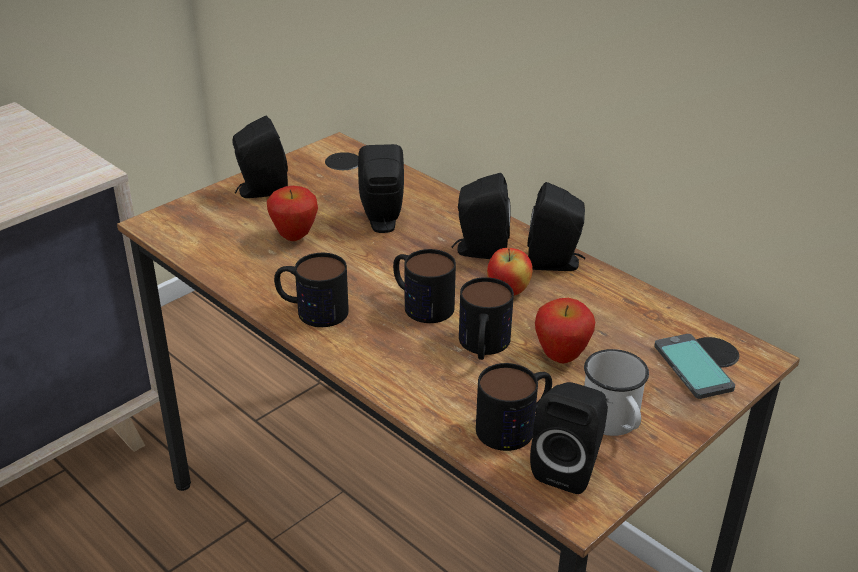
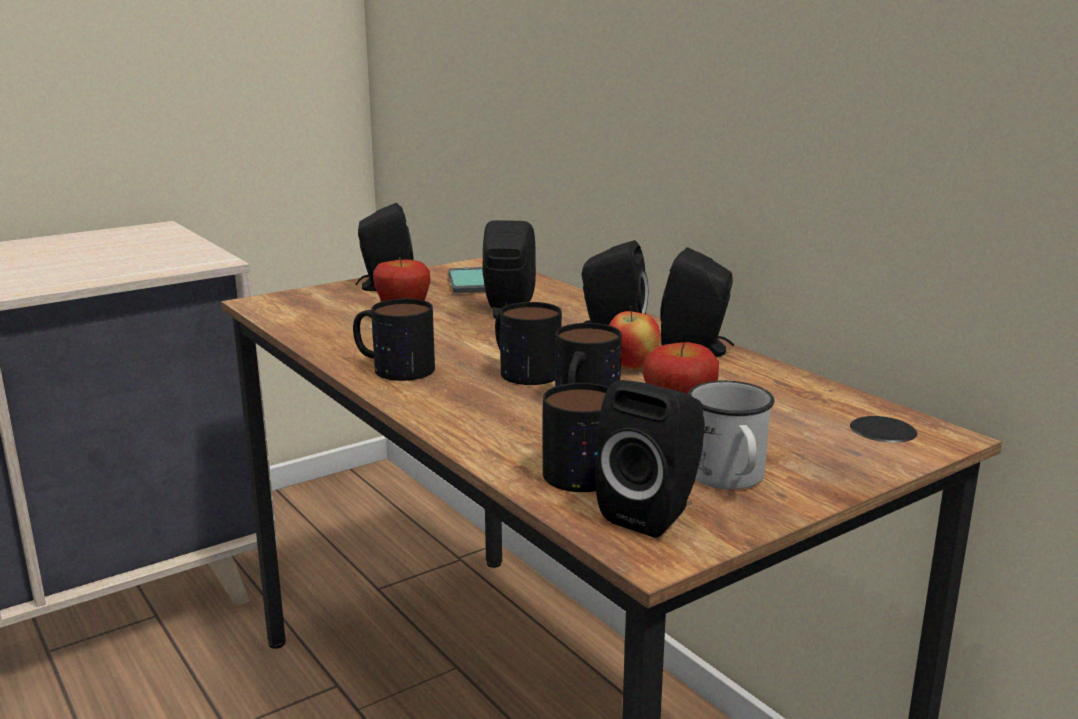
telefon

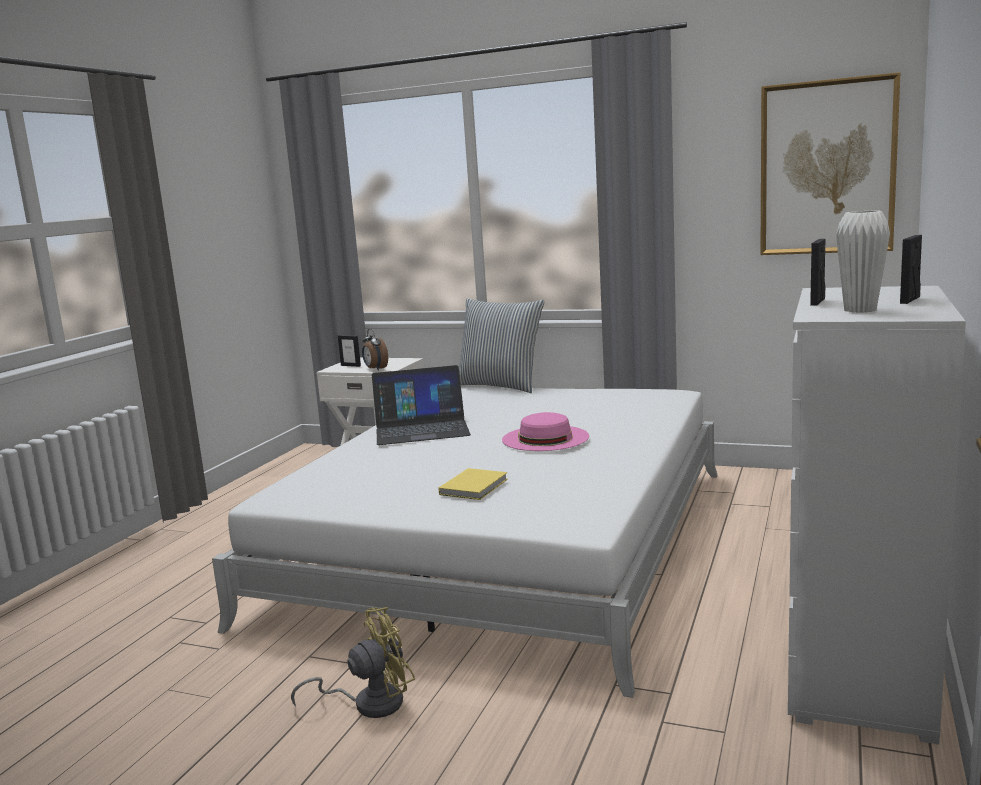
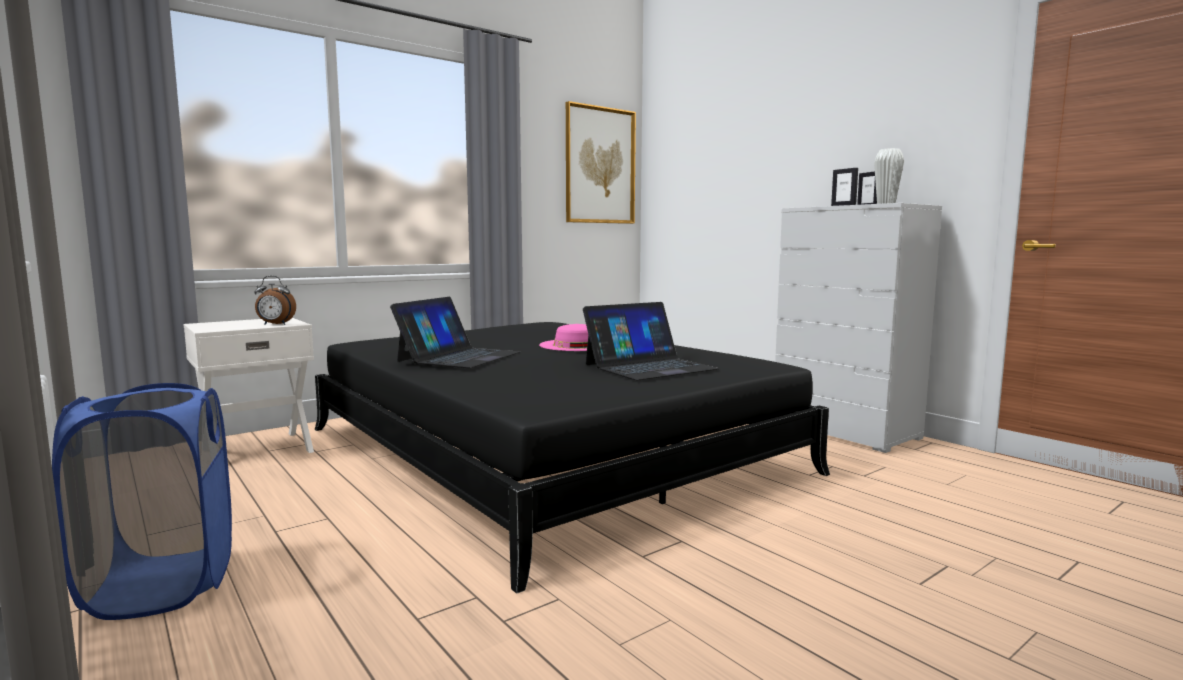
poduszka
ramka na zdjęcie (1st from left in the first image)
łóżko/czarny
laptop (2nd from left)
wentylator/żółty
kosz na pranie/niebieski

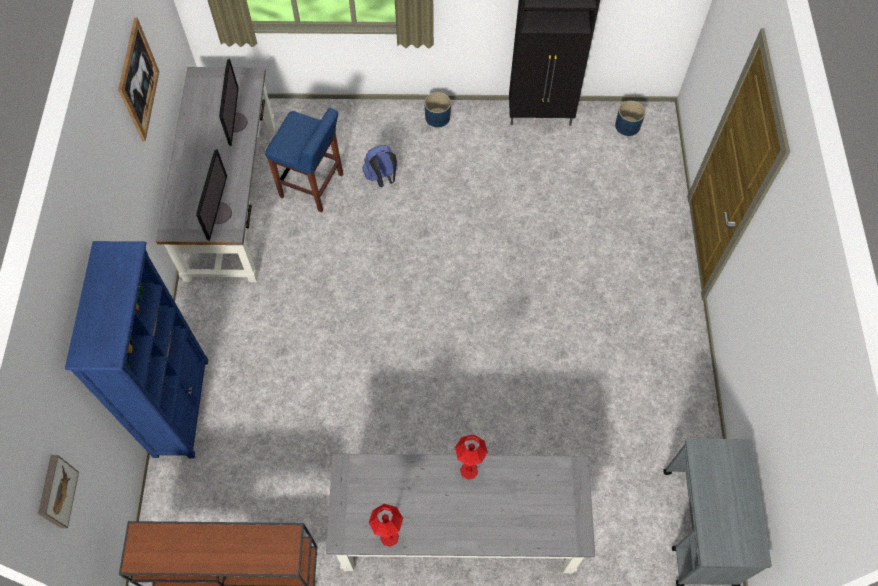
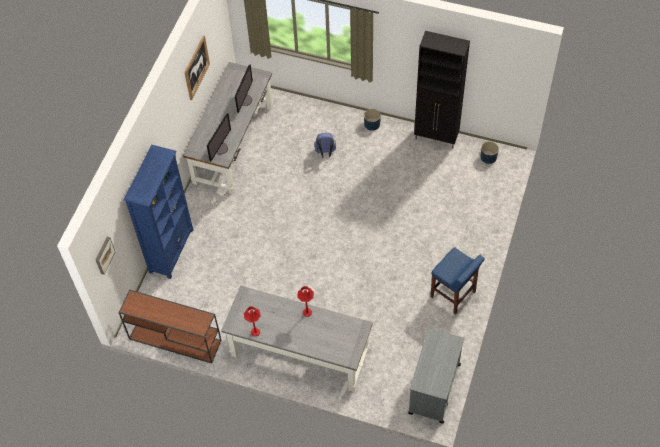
stołek/niebieski

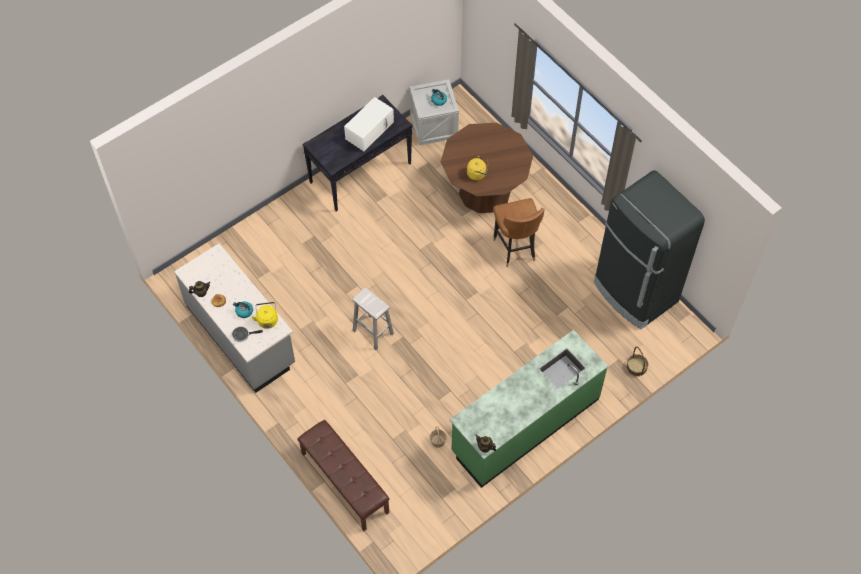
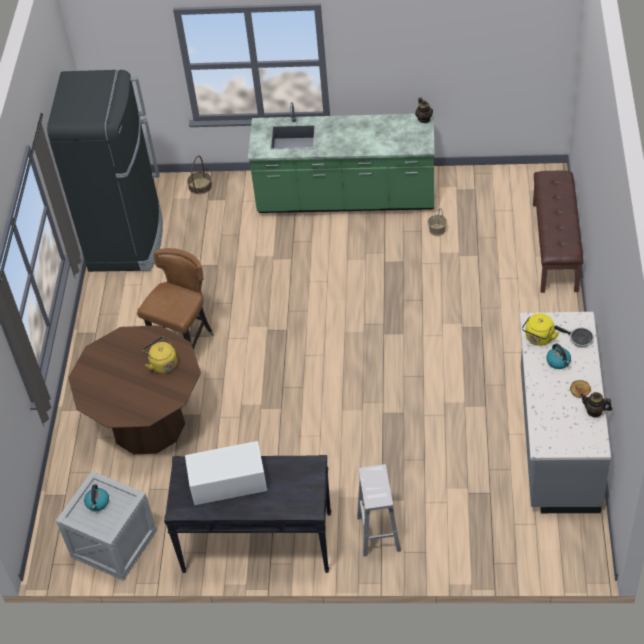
stołek/biały

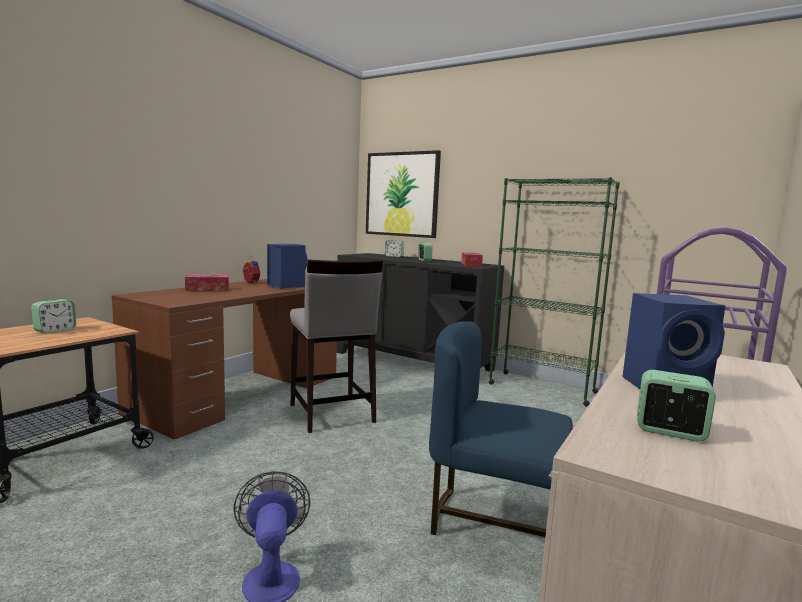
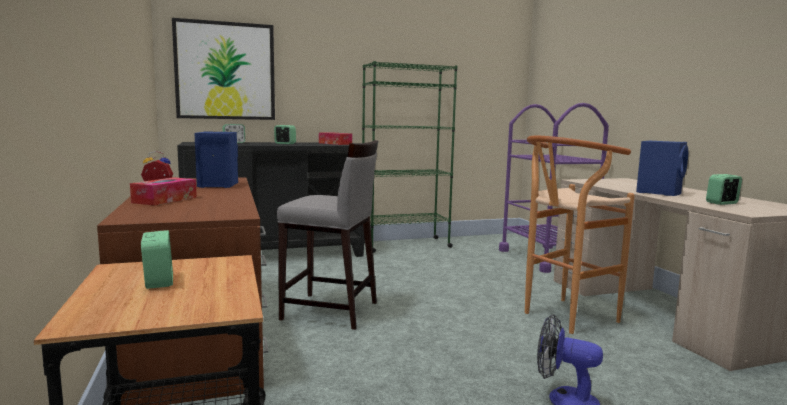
stołek/brązowy

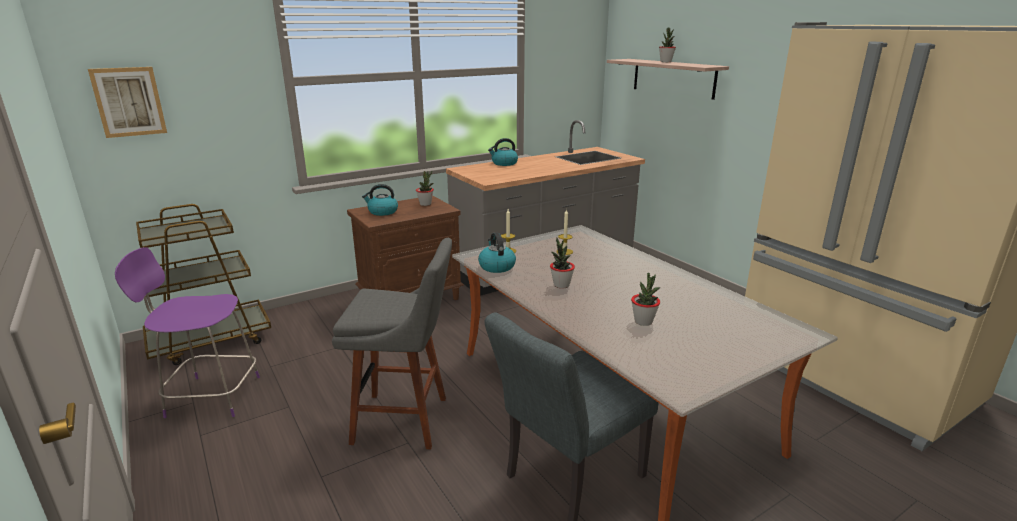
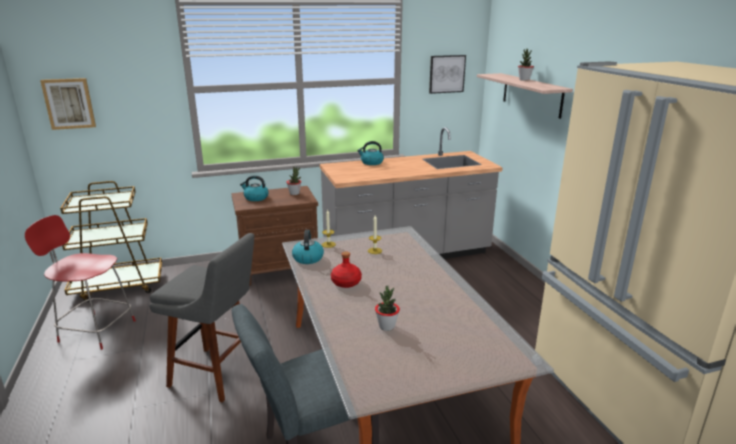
butelka/czerwony
stołek/czerwony
obraz (2nd from left)

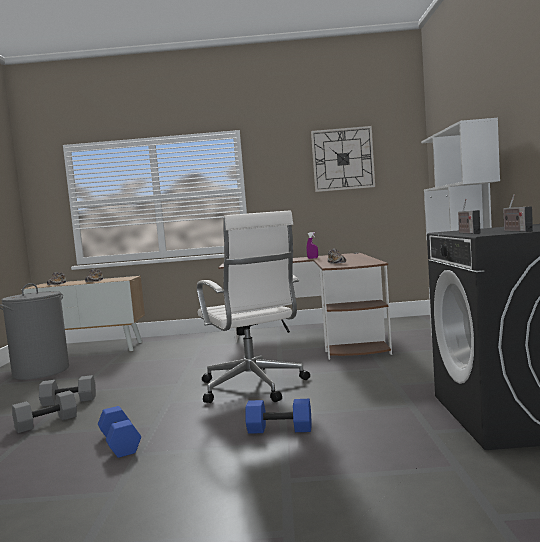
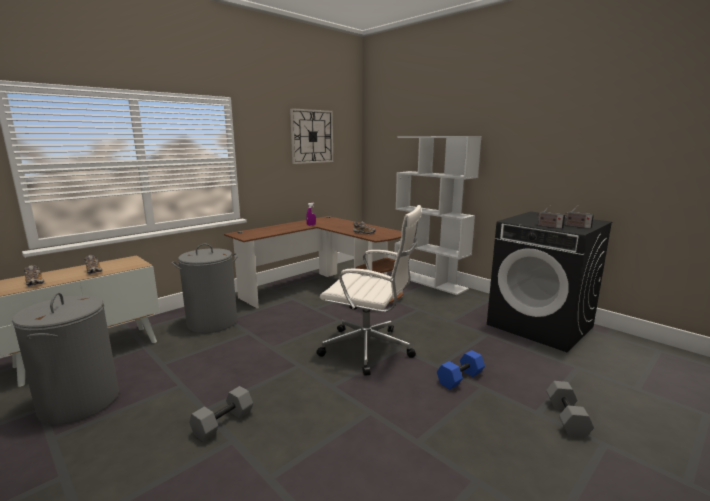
hantel/szary (2nd from left)
hantel/niebieski (1st from left in the first image)
kosz na pranie/szary (2nd from left)

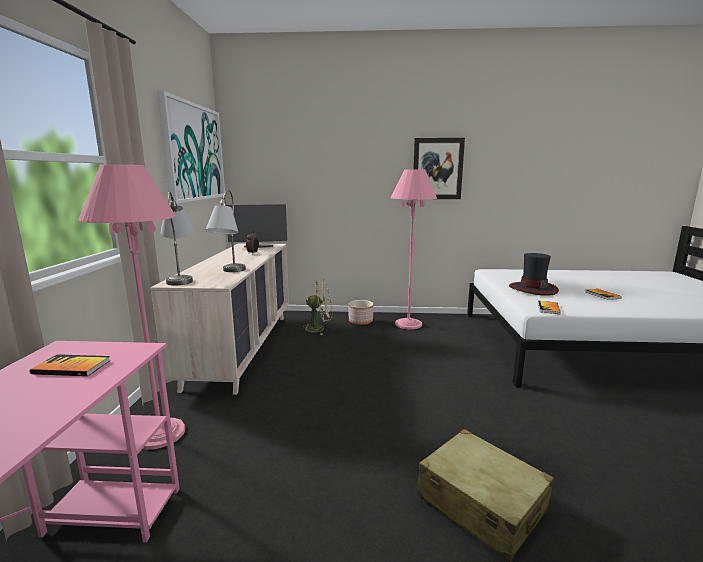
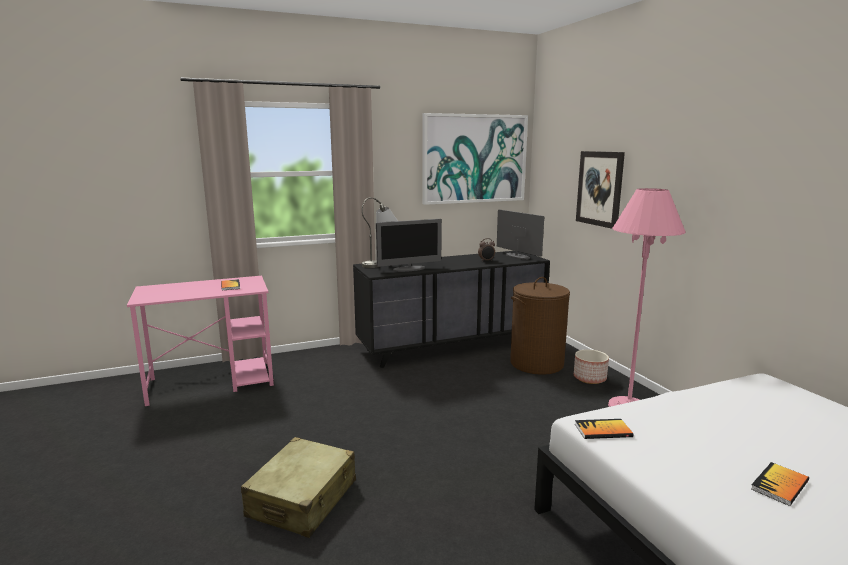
obraz (2nd from left)
lampa stojąca/różowy (1st from left in the first image)
monitor (1st from left)
komoda/czarny
kapelusz
kosz na pranie/brązowy

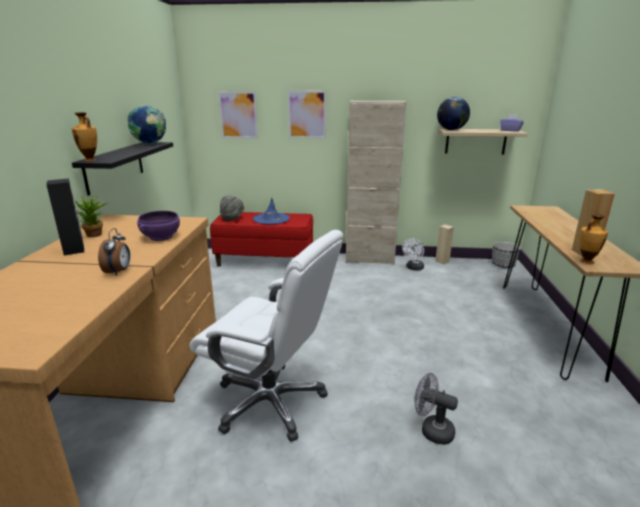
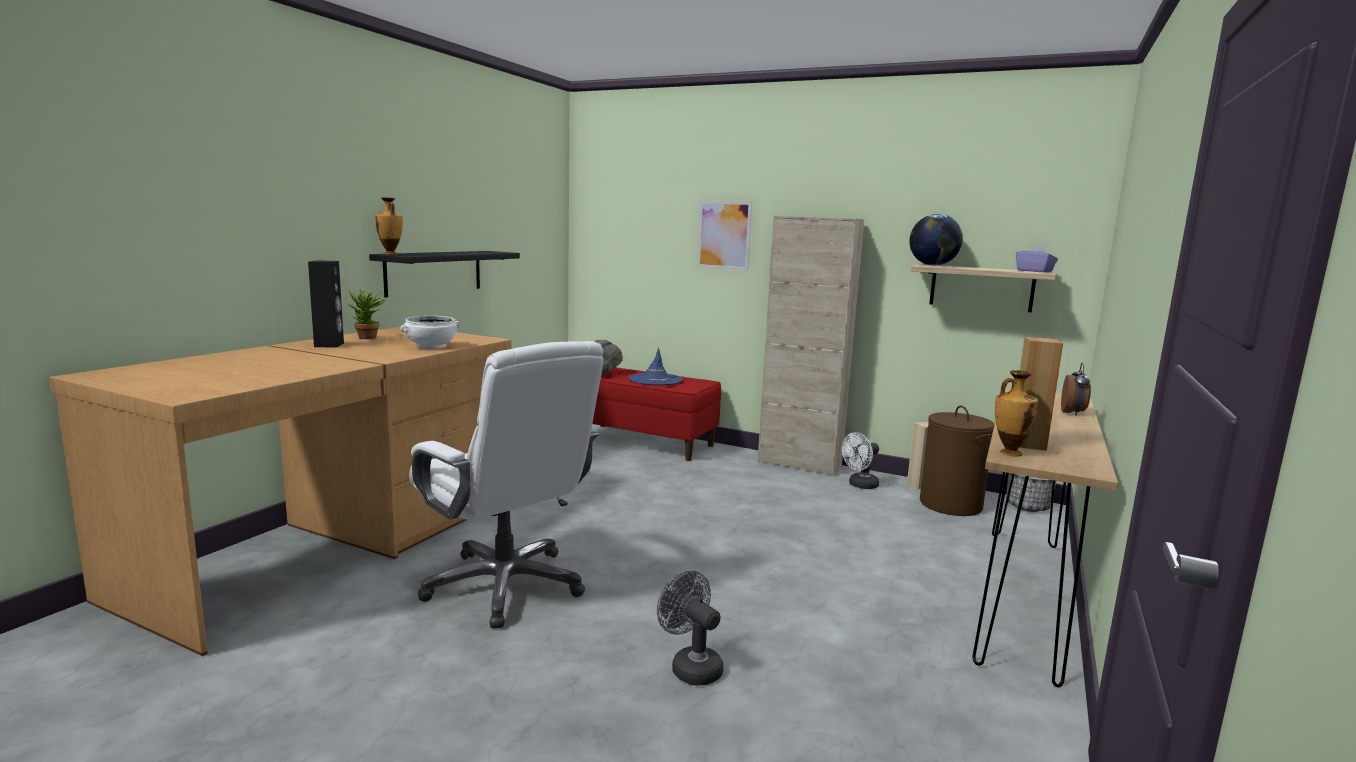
obraz (1st from left in the first image)
globus (1st from left in the first image)
miska/biały
budzik
kosz na pranie/brązowy

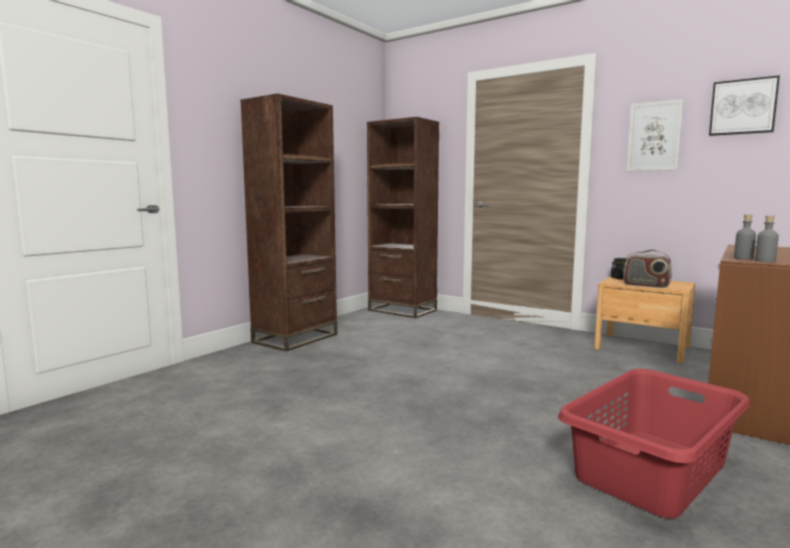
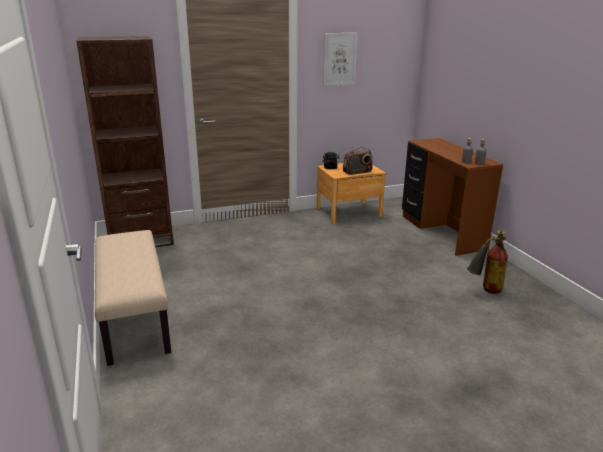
obraz (2nd from left in the first image)
ławka/beżowy
gaśnica

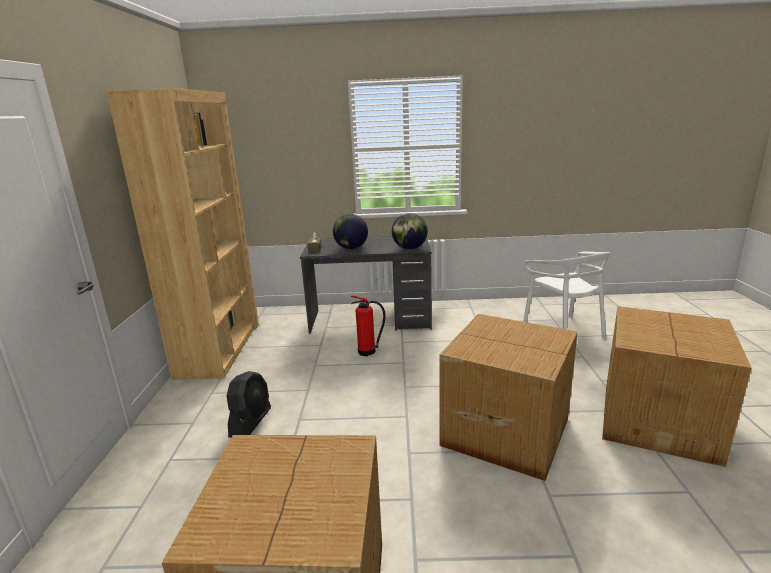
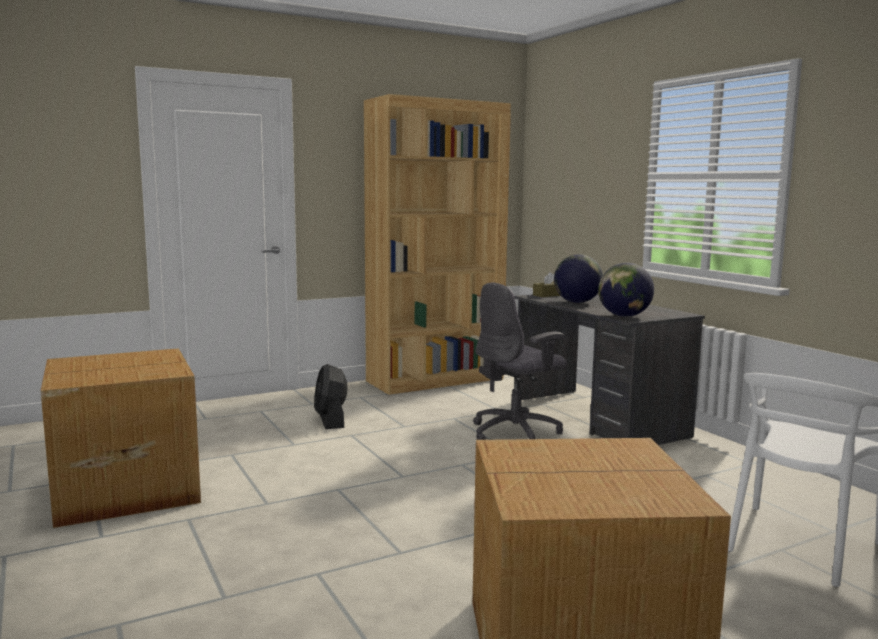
krzesło biurowe/szary
karton (2nd from left in the first image)
wentylator/czarny

